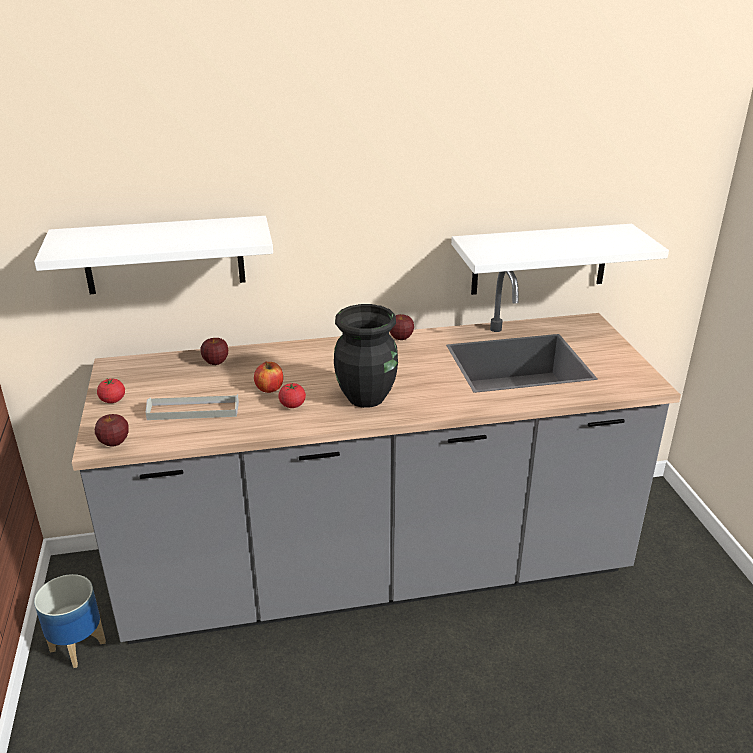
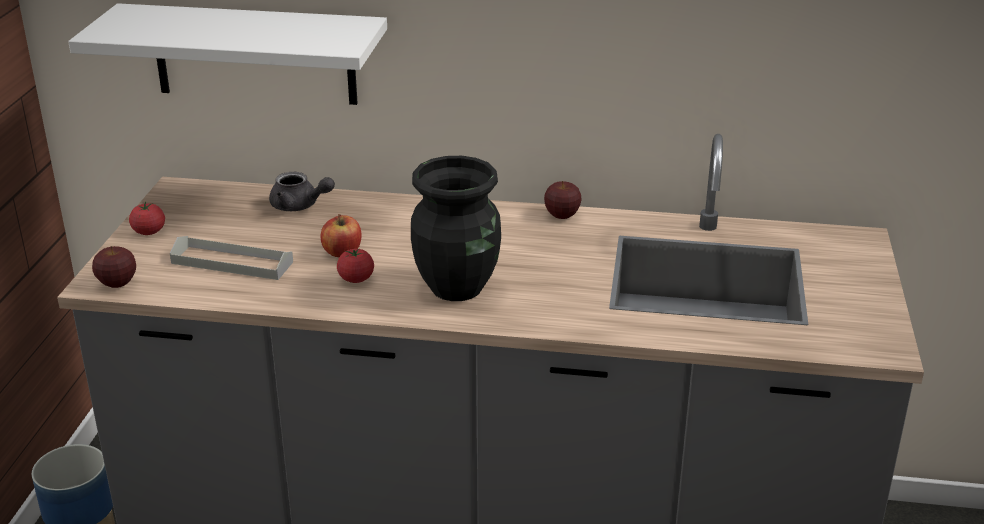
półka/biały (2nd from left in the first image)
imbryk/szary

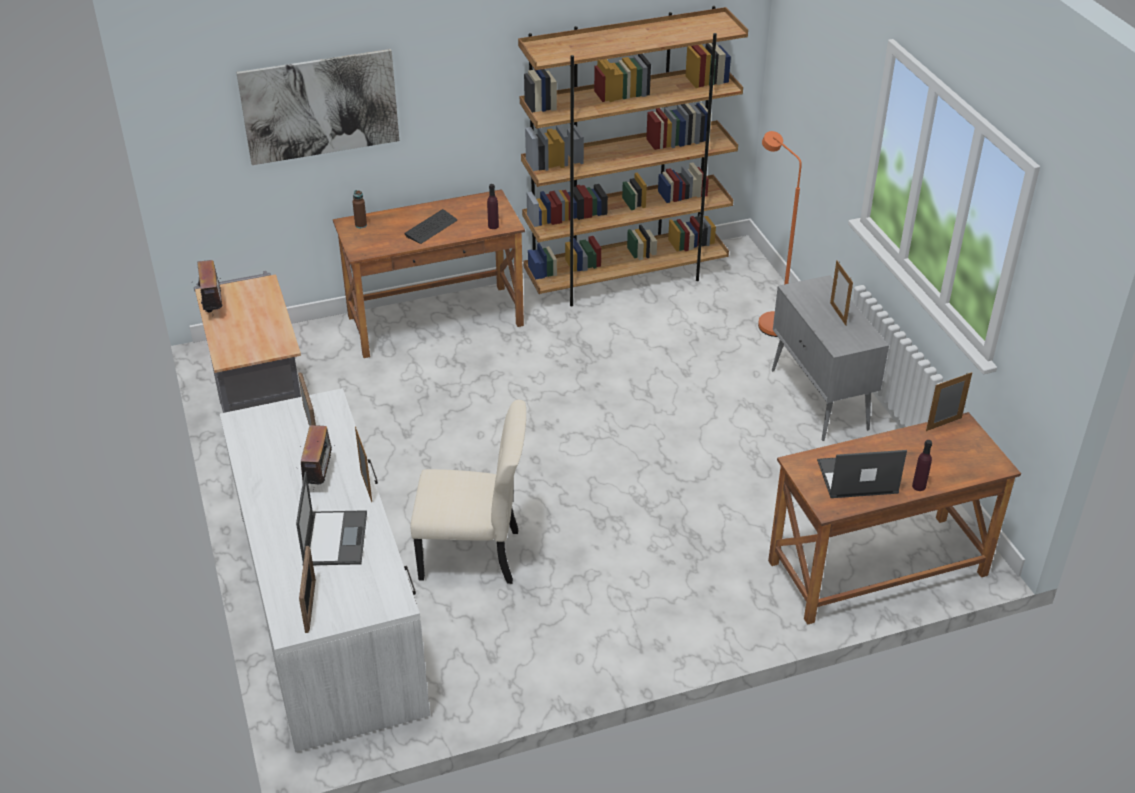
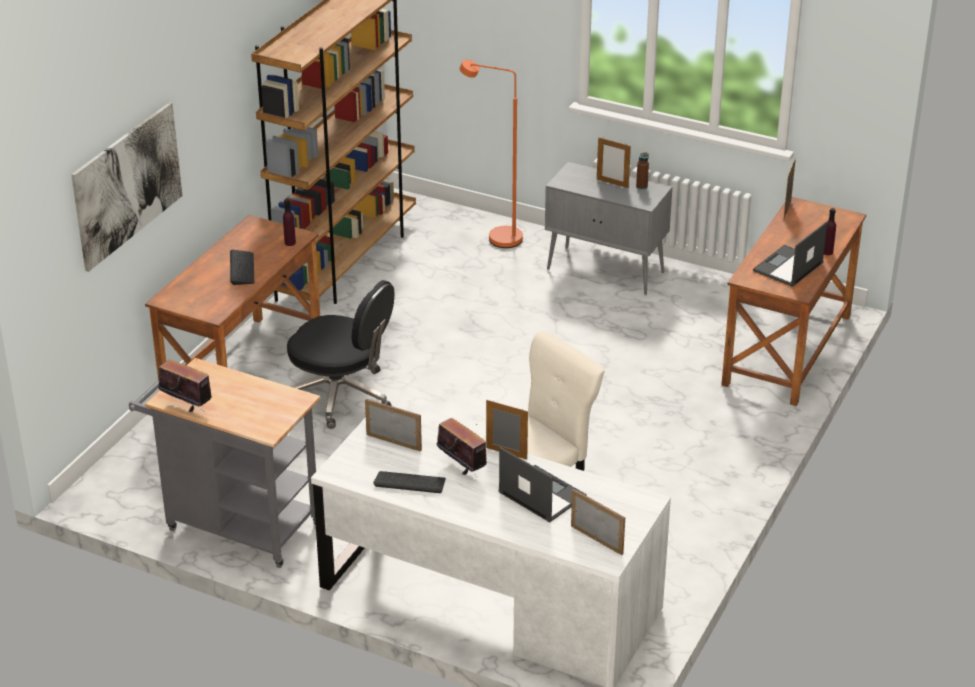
butelka/brązowy
krzesło biurowe/czarny
klawiatura (2nd from left)

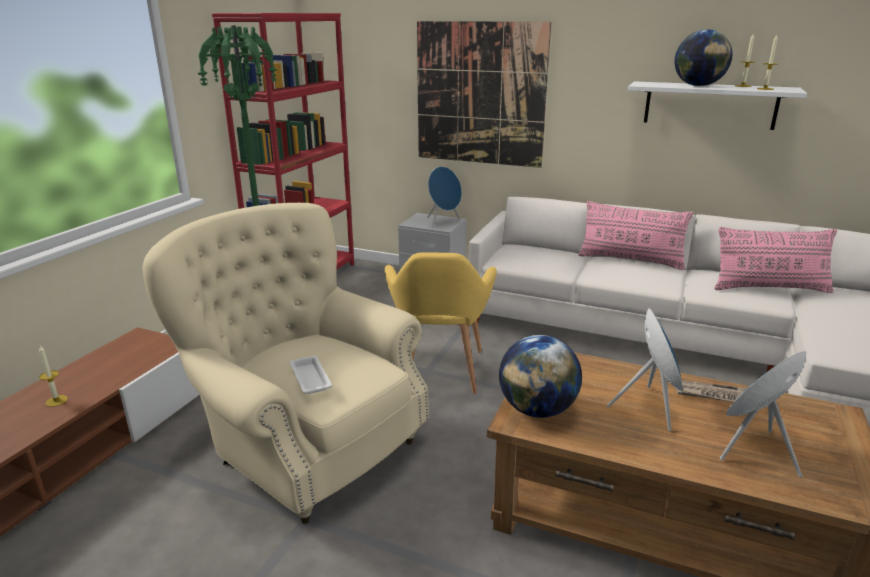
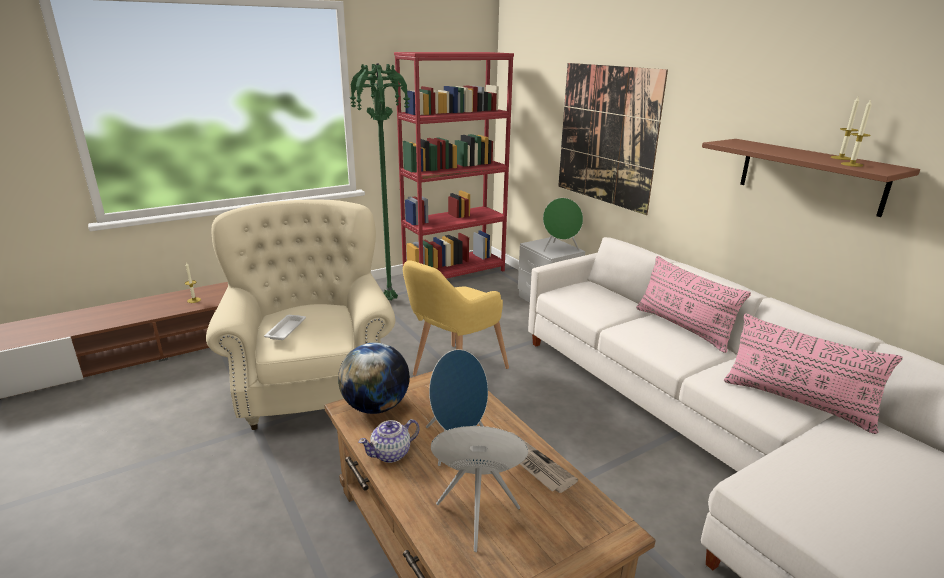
globus (2nd from left in the first image)
półka/brązowy
głośnik/zielony
imbryk

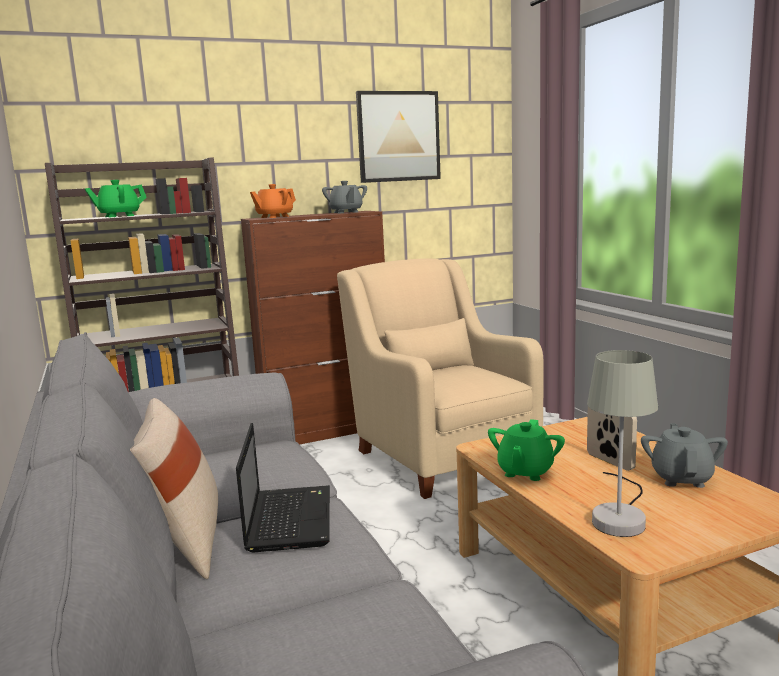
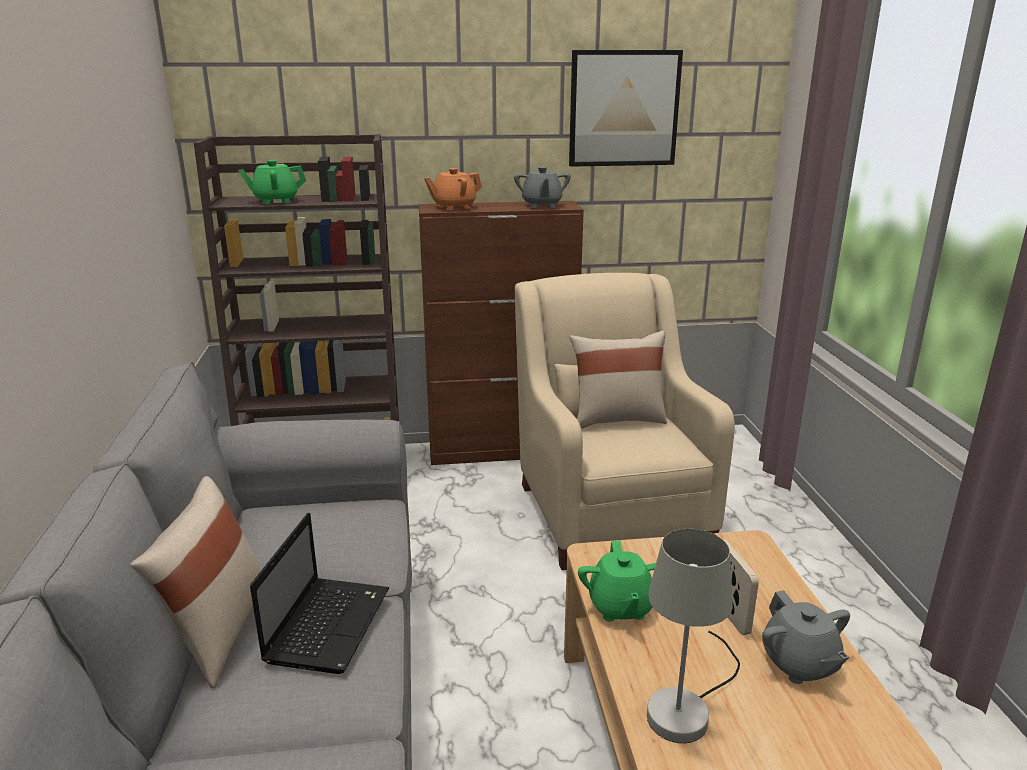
imbryk/zielony (2nd from left)
imbryk/szary (2nd from left)
poduszka/beżowy (2nd from left)

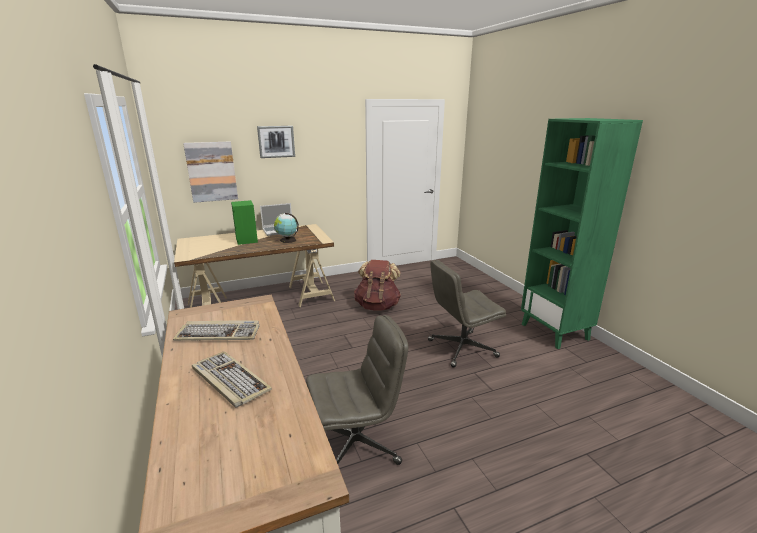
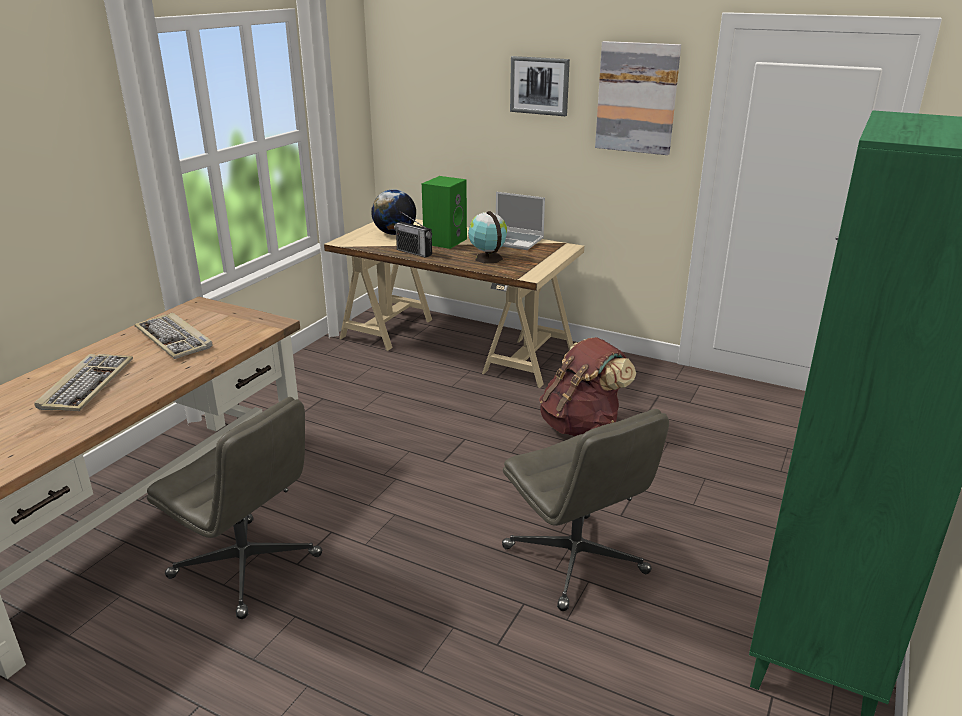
obraz (2nd from left)
krzesło biurowe/szary (2nd from left)
globus (1st from left)
radio

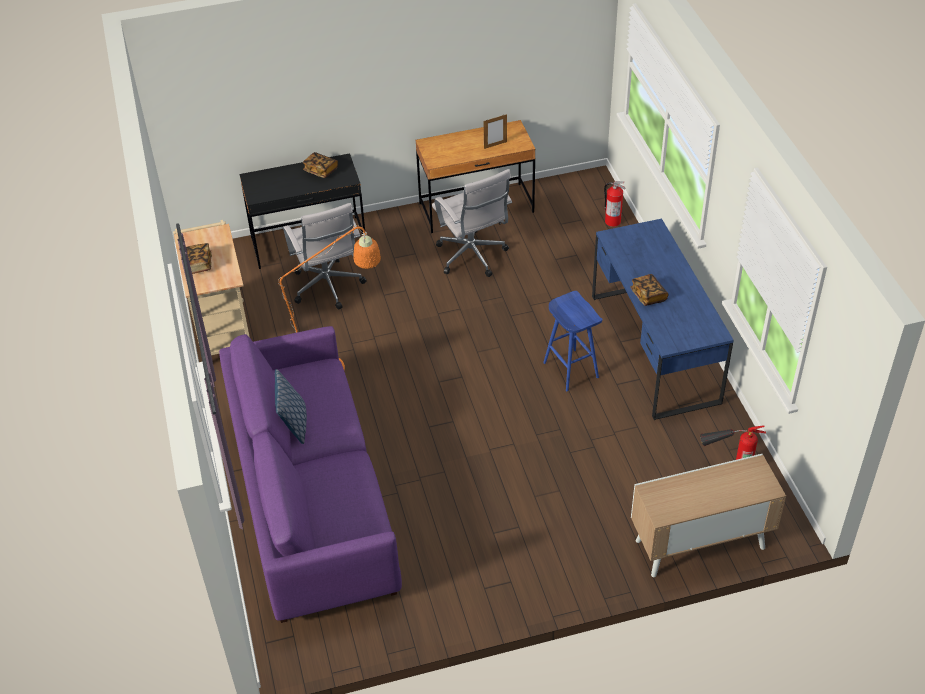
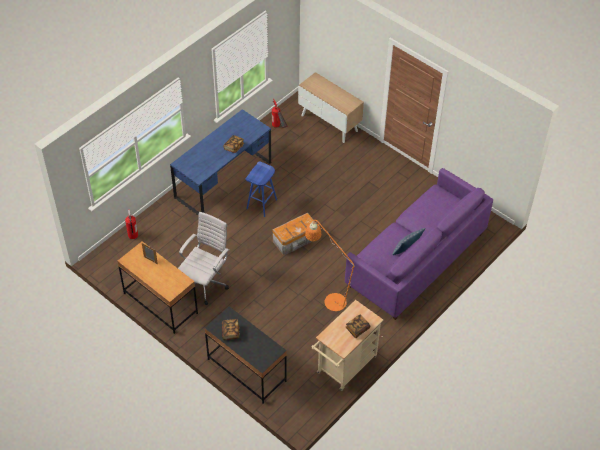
krzesło biurowe/biały (1st from left in the first image)
pojemnik do przechowywania

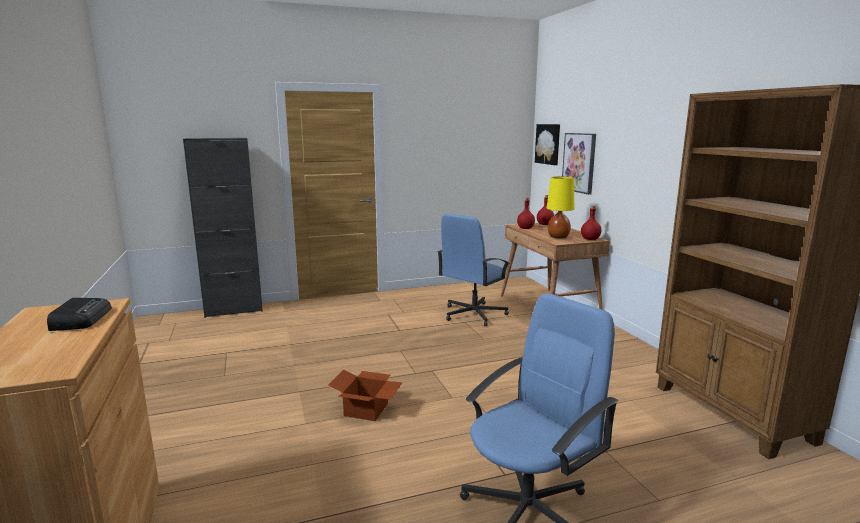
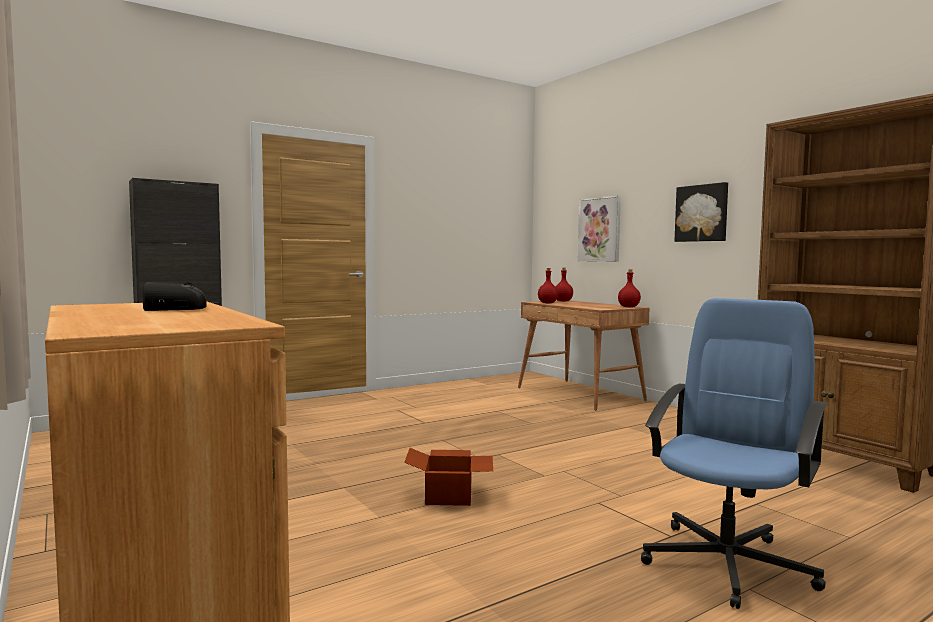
obraz (2nd from left)
lampa stołowa/żółty
krzesło biurowe/niebieski (1st from left in the first image)

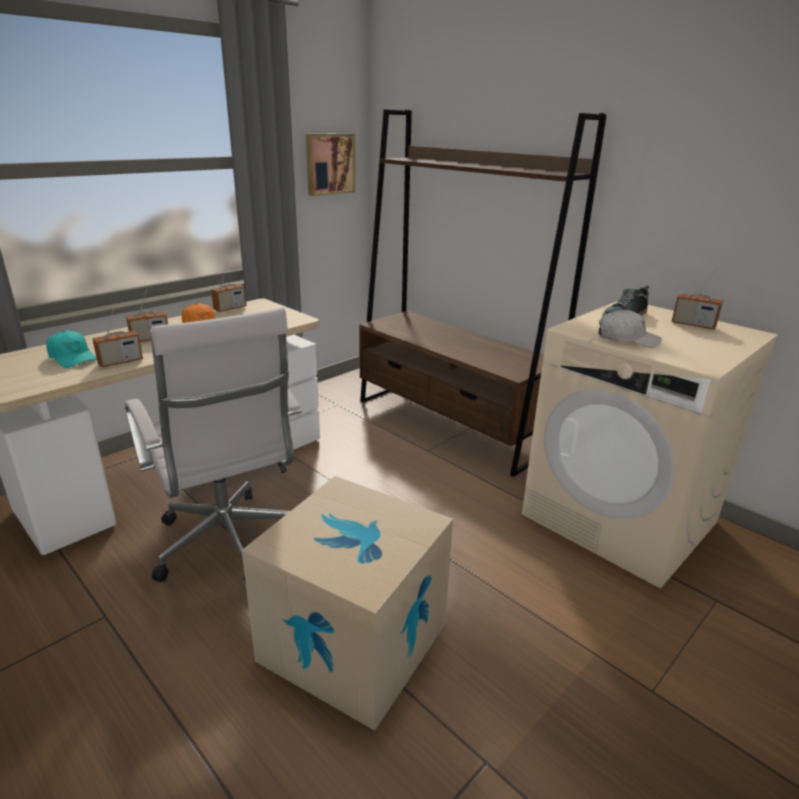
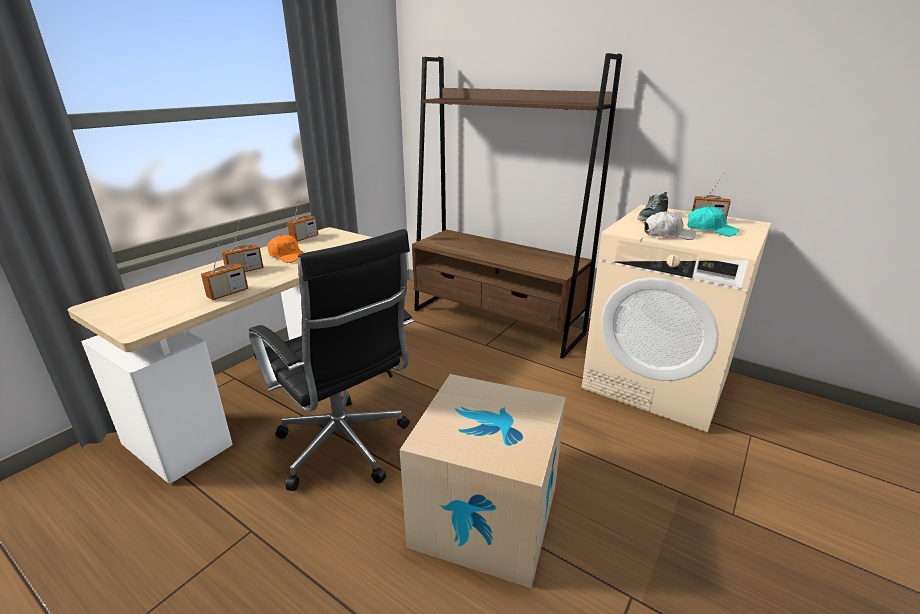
obraz
krzesło biurowe/czarny
czapka z daszkiem/turkusowy

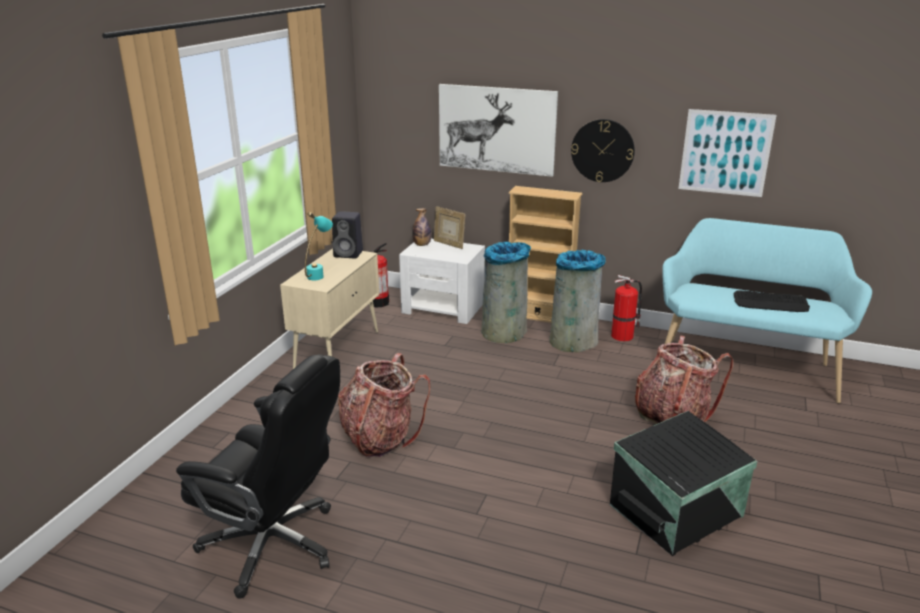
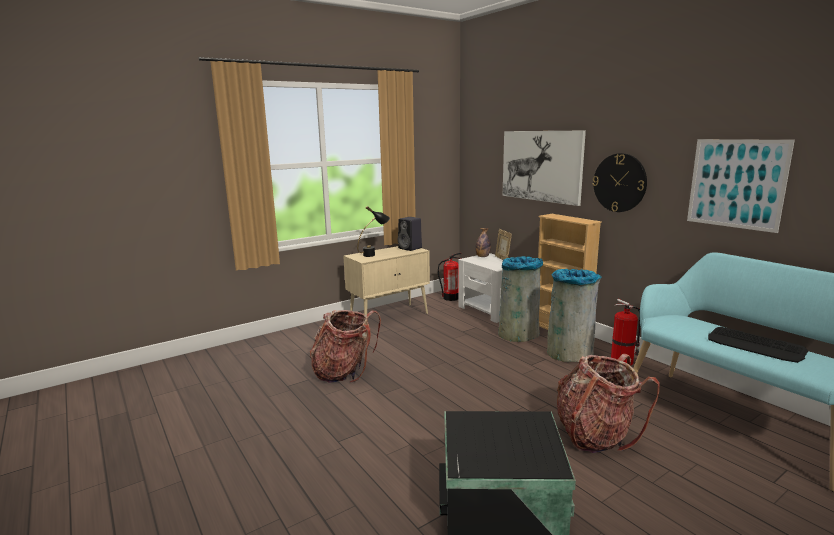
lampa stołowa/czarny
krzesło biurowe/czarny

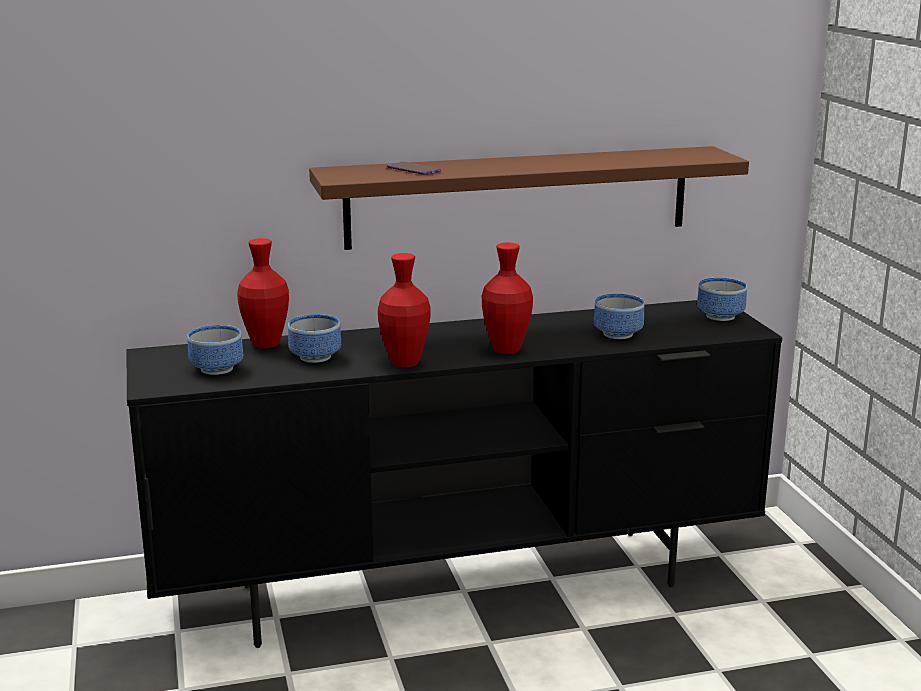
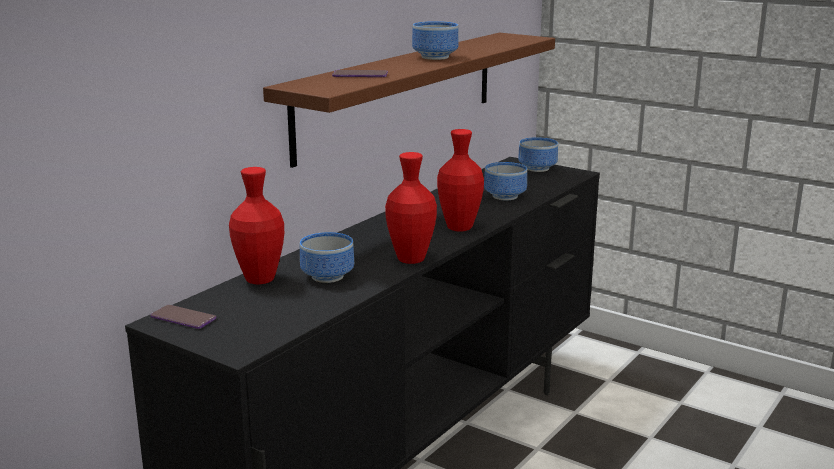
miska (2nd from left)
telefon (1st from left)

